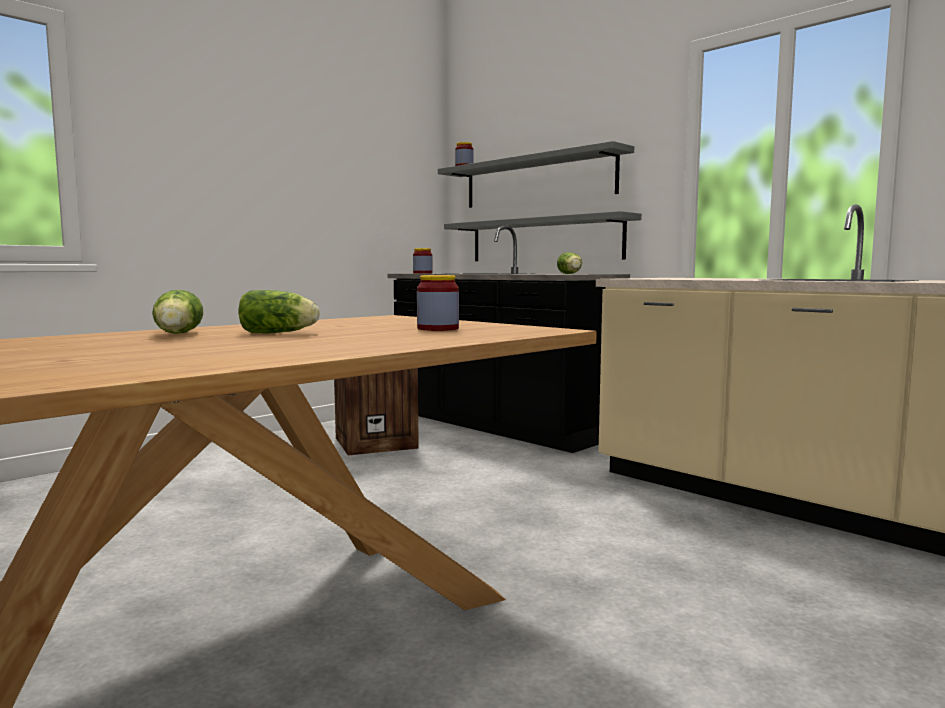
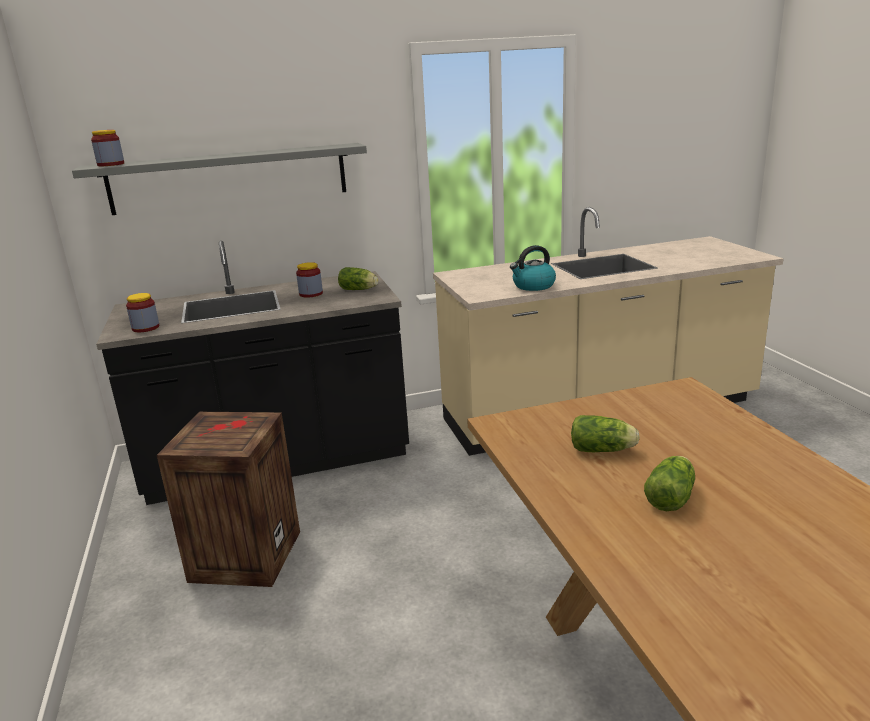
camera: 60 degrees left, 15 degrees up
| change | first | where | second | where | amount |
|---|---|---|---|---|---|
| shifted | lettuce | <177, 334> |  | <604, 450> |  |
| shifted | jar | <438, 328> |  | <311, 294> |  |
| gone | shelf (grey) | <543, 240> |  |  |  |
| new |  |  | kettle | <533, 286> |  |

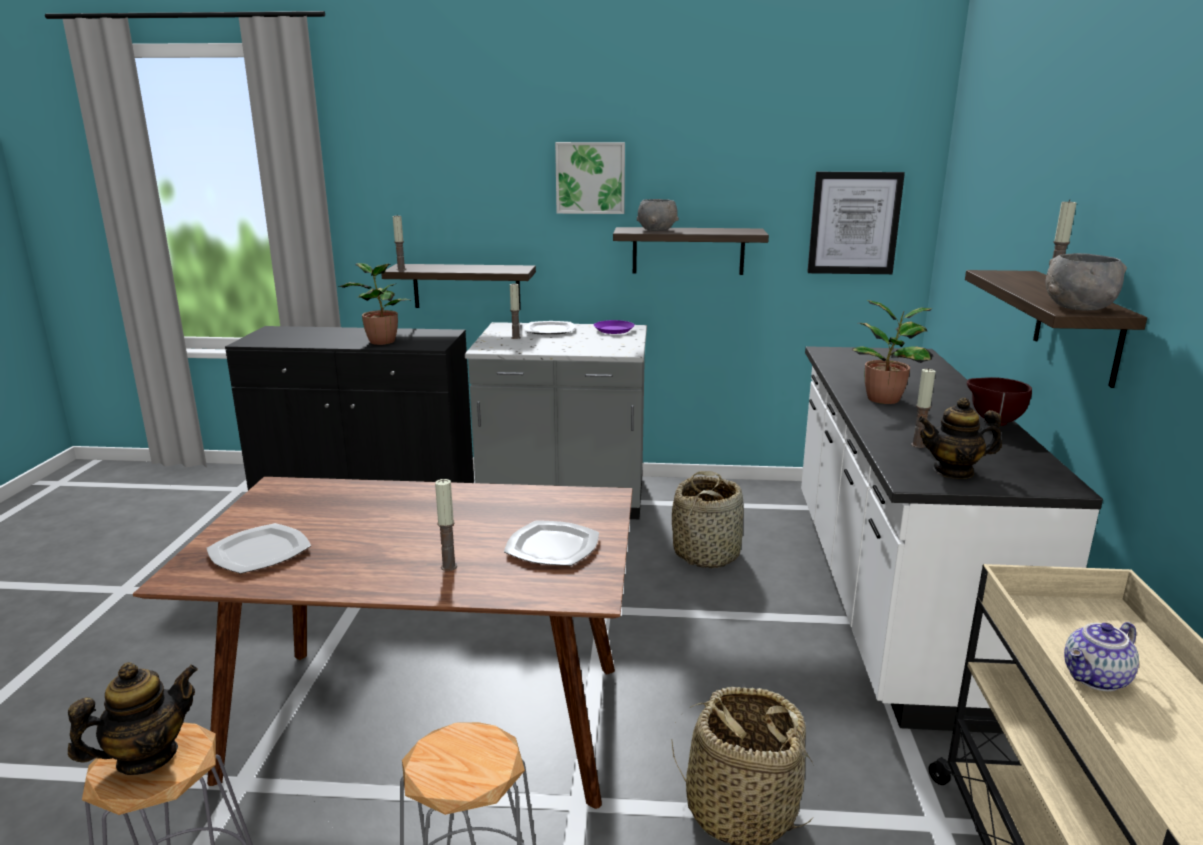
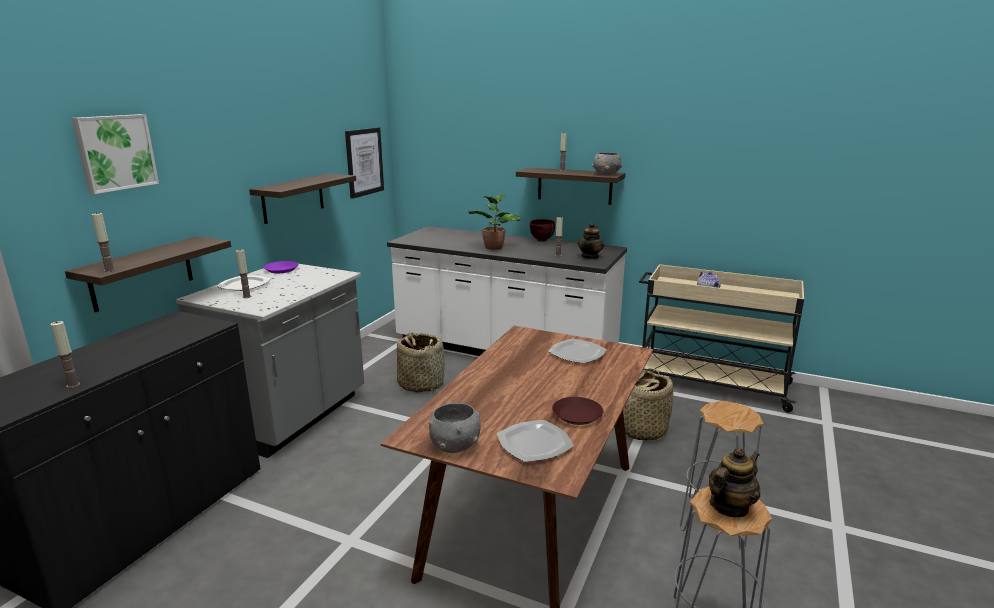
camera: 70 degrees left, 0 degrees up
| change | first | where | second | where | amount |
|---|---|---|---|---|---|
| rotated | teapot | <147, 757> |  | <729, 507> | 75 degrees clockwise |
| gone | potted plant | <380, 341> |  |  |  |
| shifted | candle | <449, 566> |  | <73, 385> |  |
| shifted | picture | <590, 178> |  | <115, 152> |  |
| shifted | bowl (grey) | <656, 230> |  | <455, 446> |  |
| new |  |  | plate (brown) | <577, 415> |  |

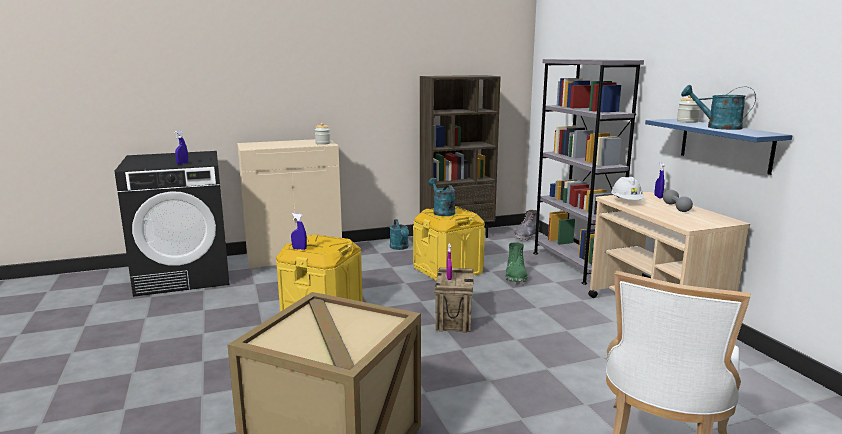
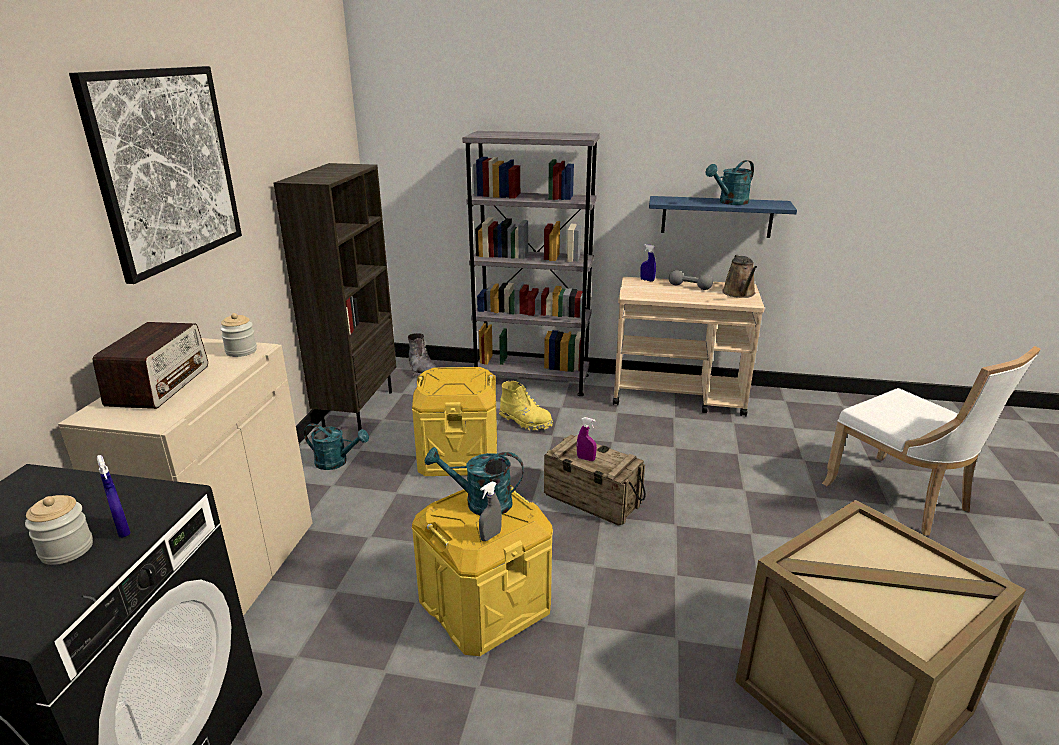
camera: 60 degrees left, 10 degrees up
| change | first | where | second | where | amount |
|---|---|---|---|---|---|
| repainted | spray bottle (blue) | <299, 249> | spray bottle (grey) | <490, 536> |  |
| shifted | watering can (turquoise) | <442, 212> |  | <480, 503> |  |
| repainted | boot (green) | <515, 276> | boot (yellow) | <525, 421> |  |
| gone | hard hat (white) | <626, 202> |  |  |  |
| shifted | jar | <687, 121> |  | <67, 549> |  |
| new |  |  | picture | <166, 168> |  |
| new |  |  | radio | <160, 385> |  |
| new |  |  | watering can (brown) | <739, 293> |  |

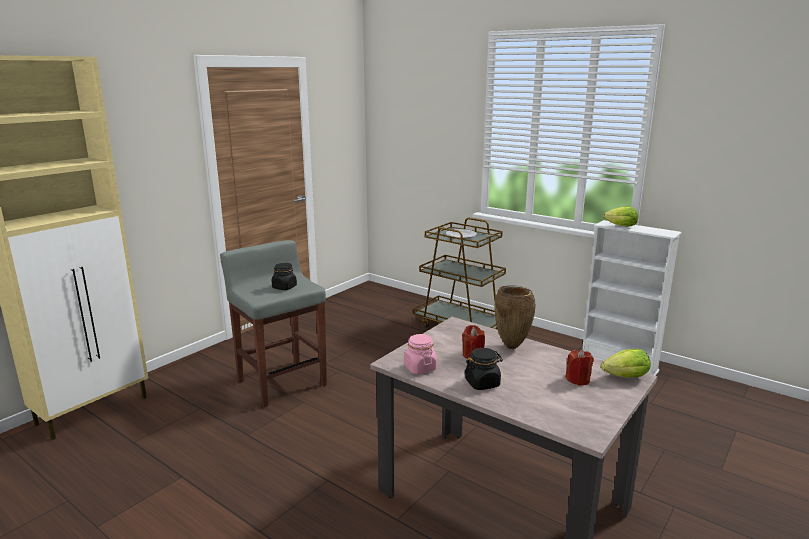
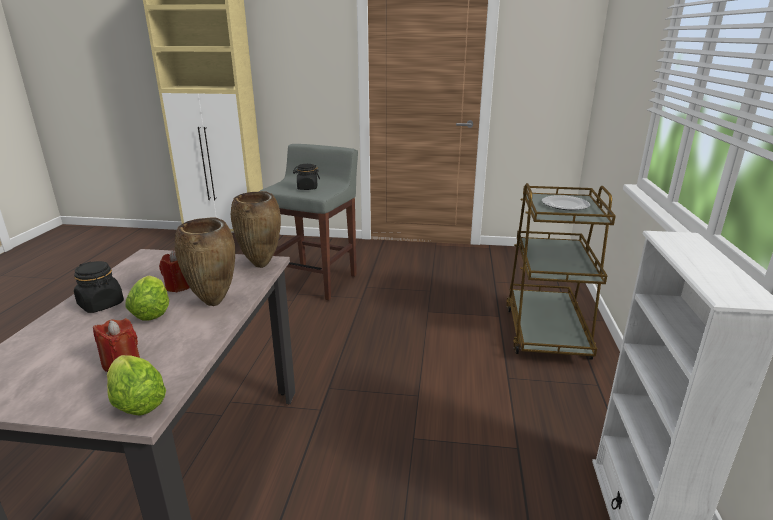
camera: 60 degrees right, 5 degrees up
| change | first | where | second | where | amount |
|---|---|---|---|---|---|
| gone | jar (pink) | <420, 368> |  |  |  |
| shifted | lettuce | <619, 226> |  | <152, 311> |  |
| new |  |  | vase (brown) | <262, 265> |  |

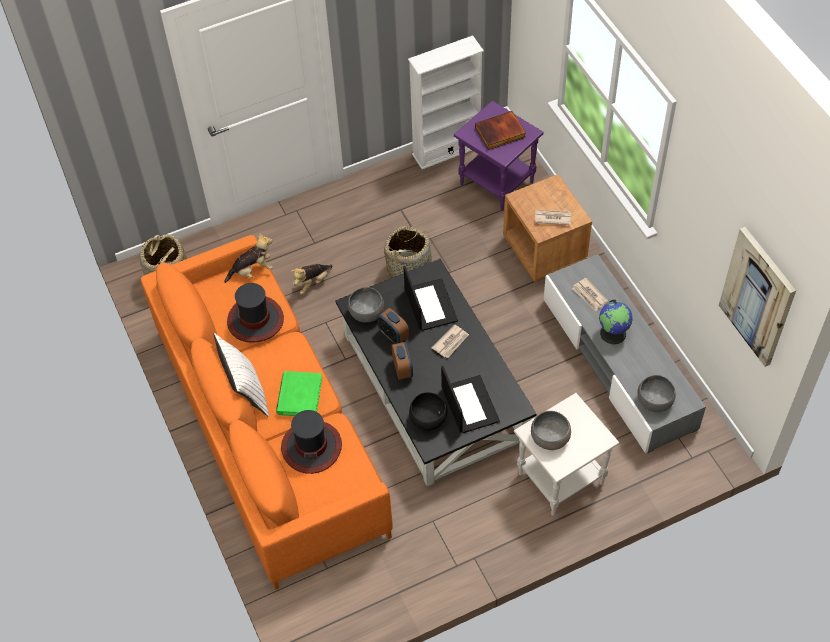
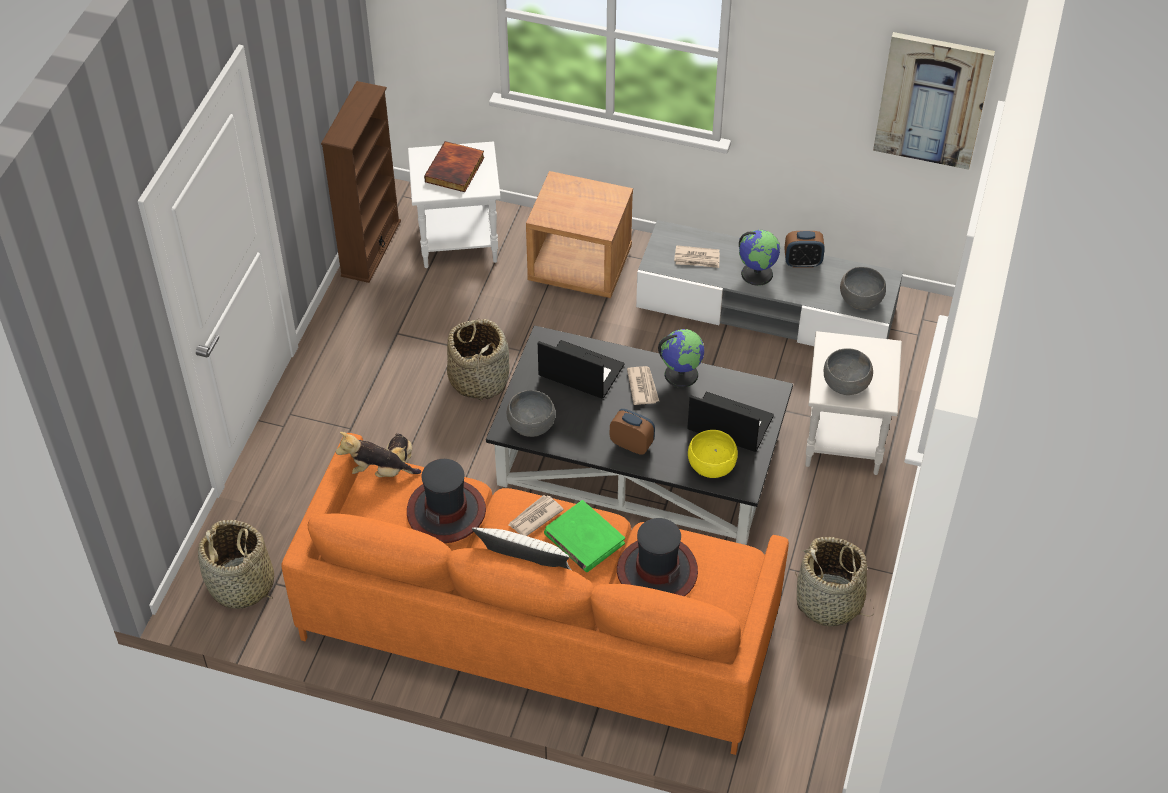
camera: 50 degrees left, 5 degrees down
| change | first | where | second | where | amount |
|---|---|---|---|---|---|
| rotated | plush toy | <252, 271> |  | <378, 472> | 105 degrees counterclockwise |
| shifted | alarm clock | <393, 335> |  | <802, 262> |  |
| repainted | bookcase (white) | <446, 150> | bookcase (brown) | <370, 248> |  |
| repainted | bowl (black) | <428, 419> | bowl (yellow) | <711, 465> |  |
| repainted | side table (purple) | <498, 183> | side table (white) | <459, 241> |  |
| shifted | newspaper | <552, 218> |  | <534, 517> |  |
| new |  |  | globe | <681, 374> |  |
| new |  |  | basket | <829, 602> |  |

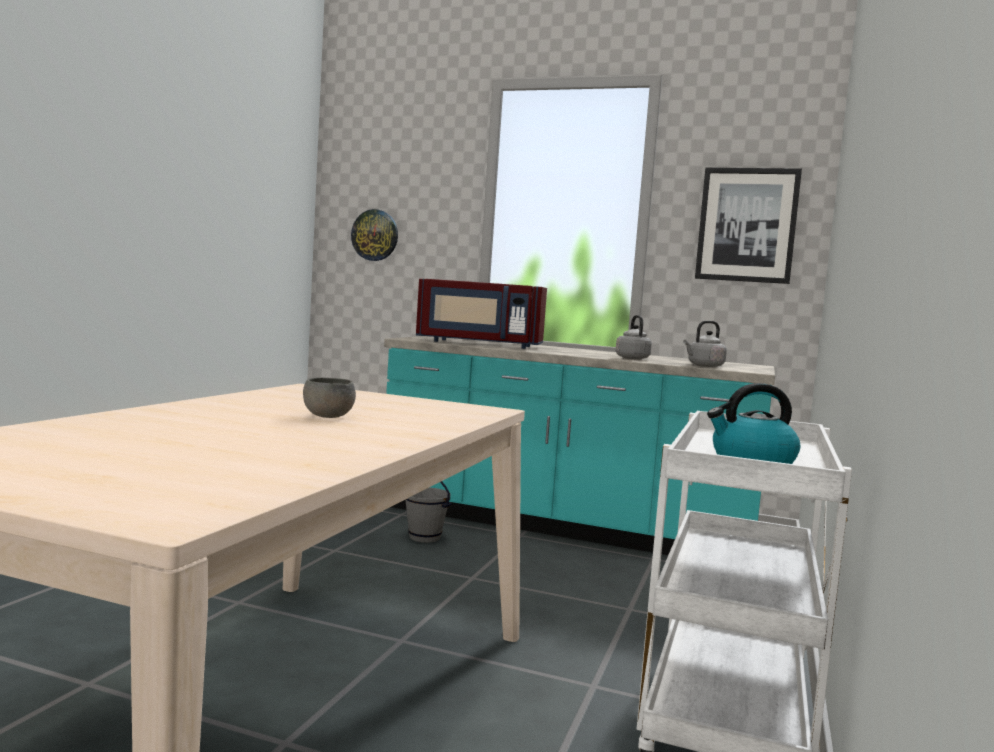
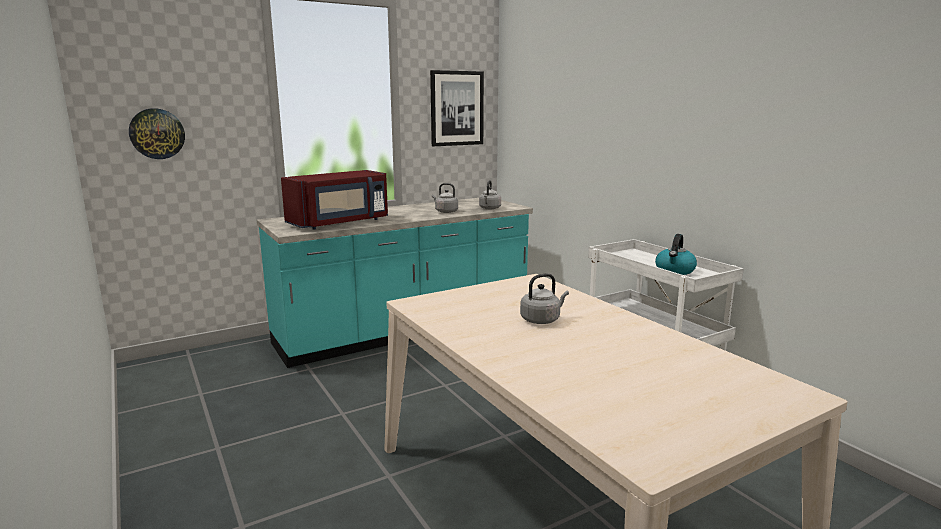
camera: 50 degrees left, 10 degrees up
| change | first | where | second | where | amount |
|---|---|---|---|---|---|
| swapped | bowl (grey) | <328, 416> | kettle (grey) | <542, 320> |  |
| gone | bucket (grey) | <425, 537> |  |  |  |

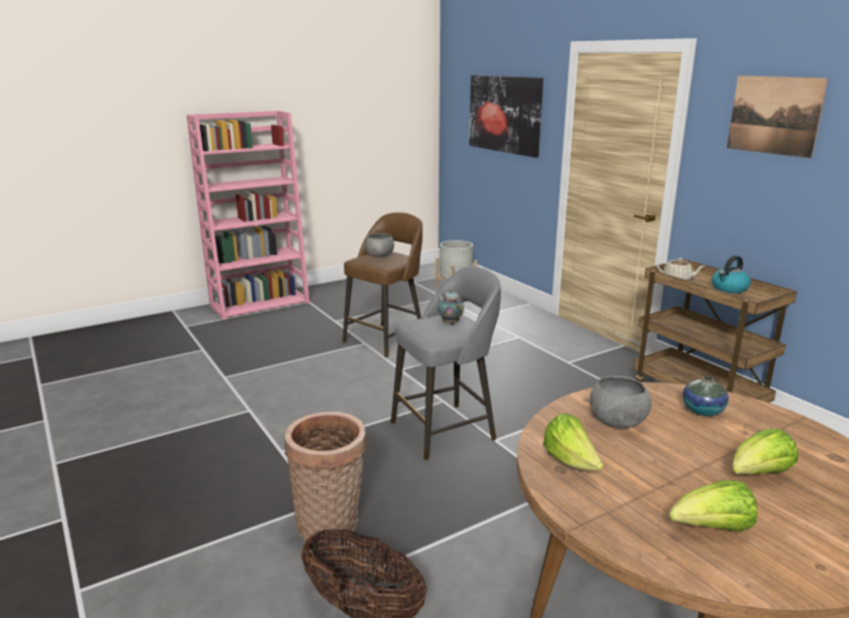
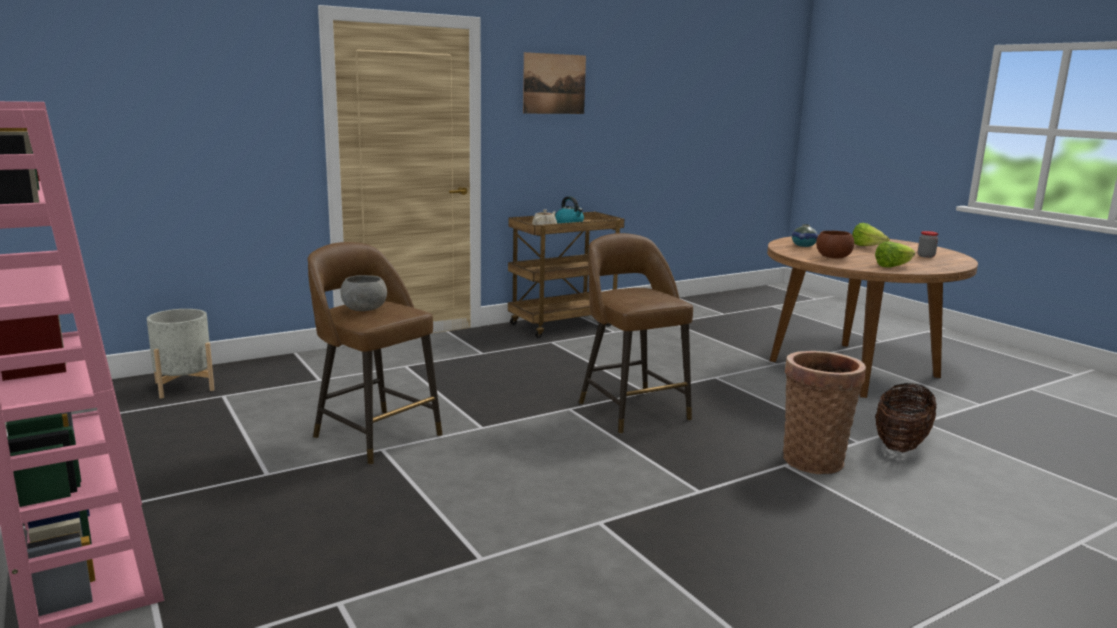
camera: 90 degrees left, 5 degrees down
| change | first | where | second | where | amount |
|---|---|---|---|---|---|
| repainted | stool (grey) | <445, 430> | stool (brown) | <632, 410> |  |
| gone | teapot | <450, 323> |  |  |  |
| gone | picture | <505, 114> |  |  |  |
| repainted | bowl (grey) | <617, 422> | bowl (brown) | <833, 257> |  |
| swapped | lettuce | <712, 529> | jar | <926, 256> |  |

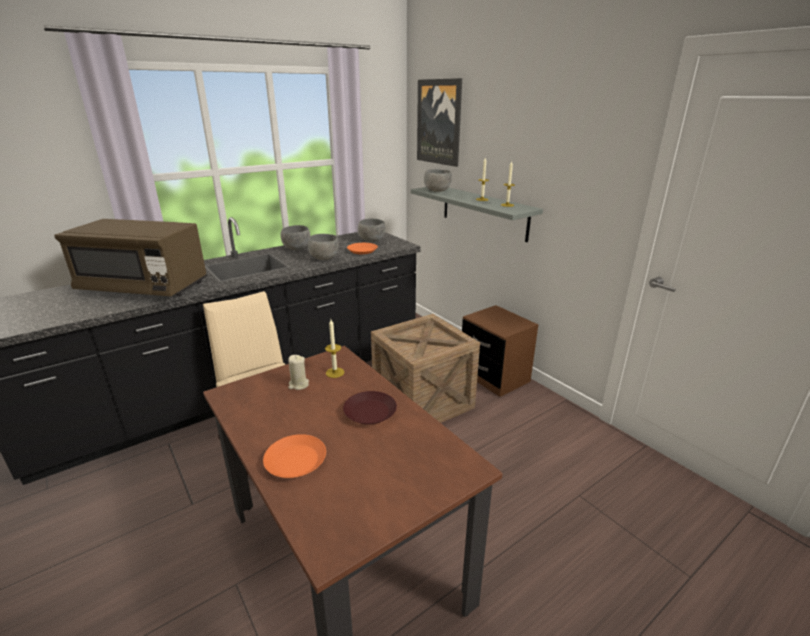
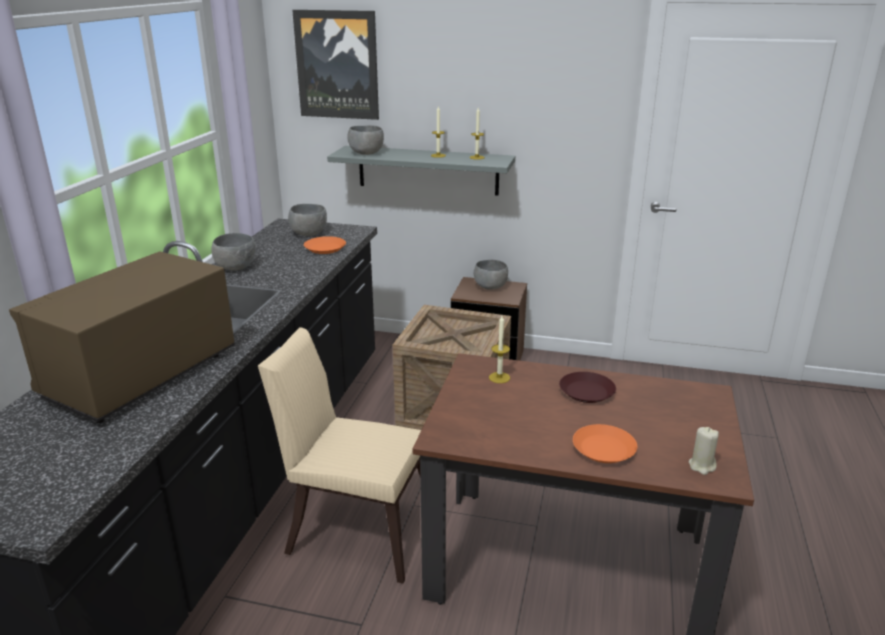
camera: 40 degrees left, 0 degrees up
| change | first | where | second | where | amount |
|---|---|---|---|---|---|
| rotated | microwave (brown) | <144, 287> |  | <141, 375> | 150 degrees clockwise |
| shifted | candle (beige) | <298, 385> |  | <702, 466> |  |
| shifted | bowl (grey) | <325, 258> |  | <490, 287> |  |

